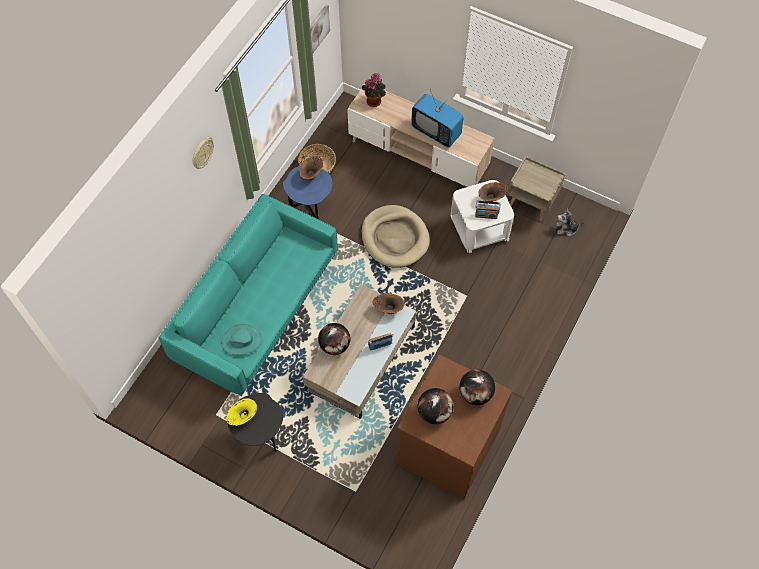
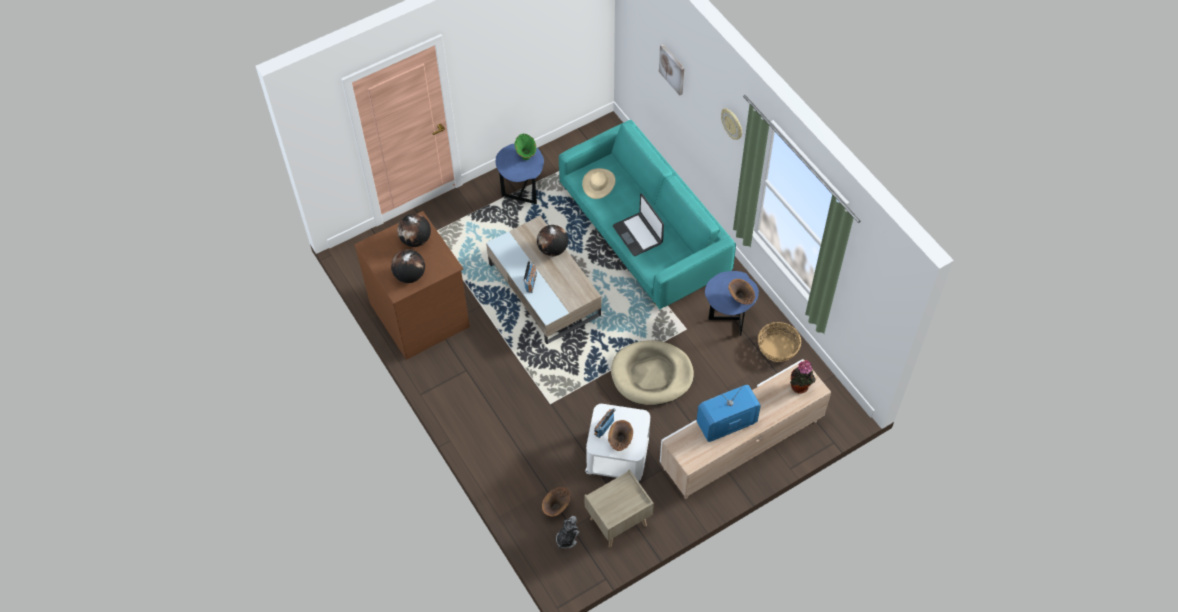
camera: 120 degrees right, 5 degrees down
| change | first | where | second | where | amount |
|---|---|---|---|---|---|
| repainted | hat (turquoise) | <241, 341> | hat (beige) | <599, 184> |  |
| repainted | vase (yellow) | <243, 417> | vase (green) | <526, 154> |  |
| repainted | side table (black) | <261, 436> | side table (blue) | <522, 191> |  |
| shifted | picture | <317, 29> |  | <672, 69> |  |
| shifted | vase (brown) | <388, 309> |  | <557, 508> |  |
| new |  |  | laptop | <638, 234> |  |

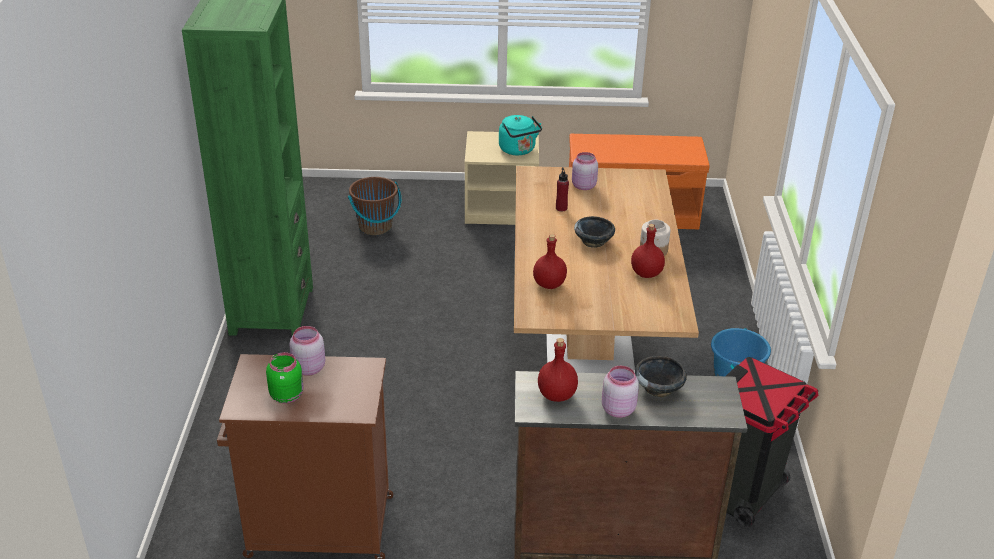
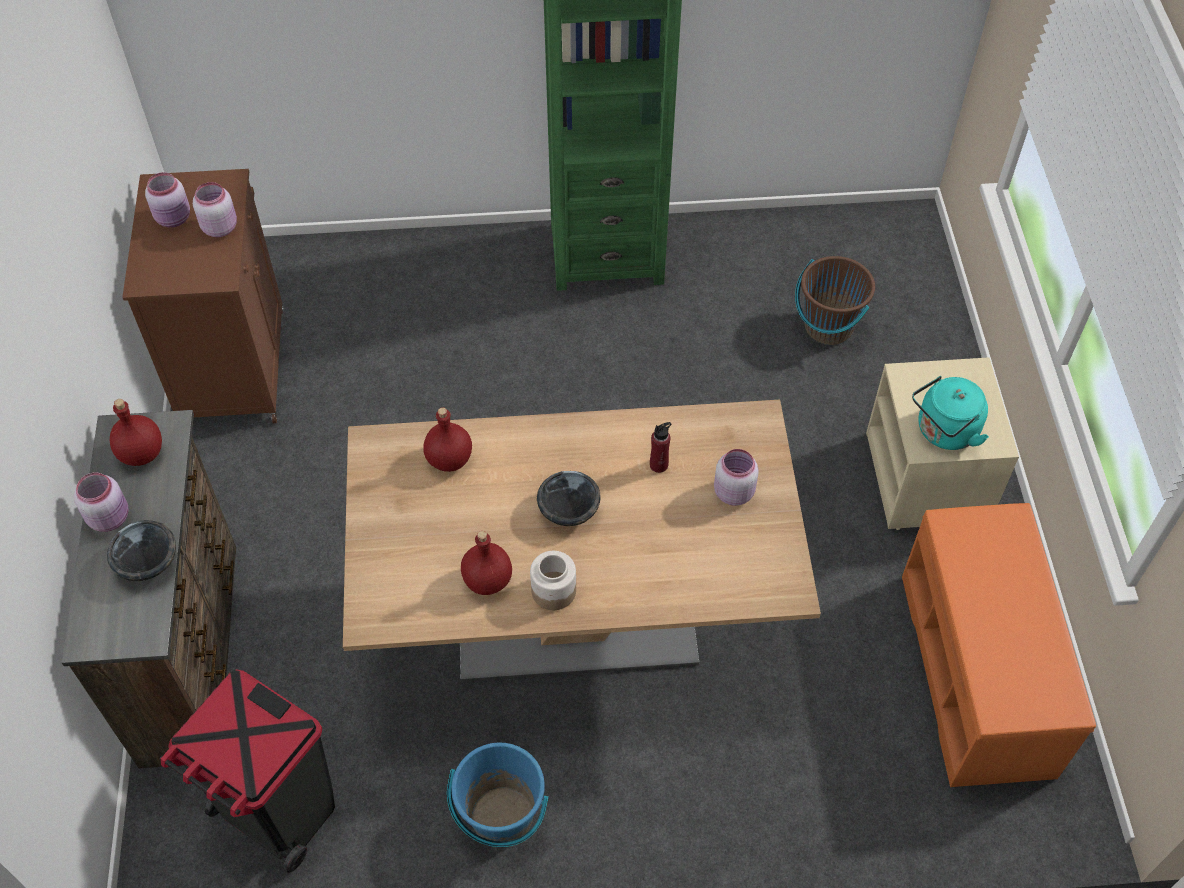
camera: 85 degrees right, 20 degrees up
| change | first | where | second | where | amount |
|---|---|---|---|---|---|
| repainted | jar (green) | <287, 395> | jar (pink) | <174, 218> |  |

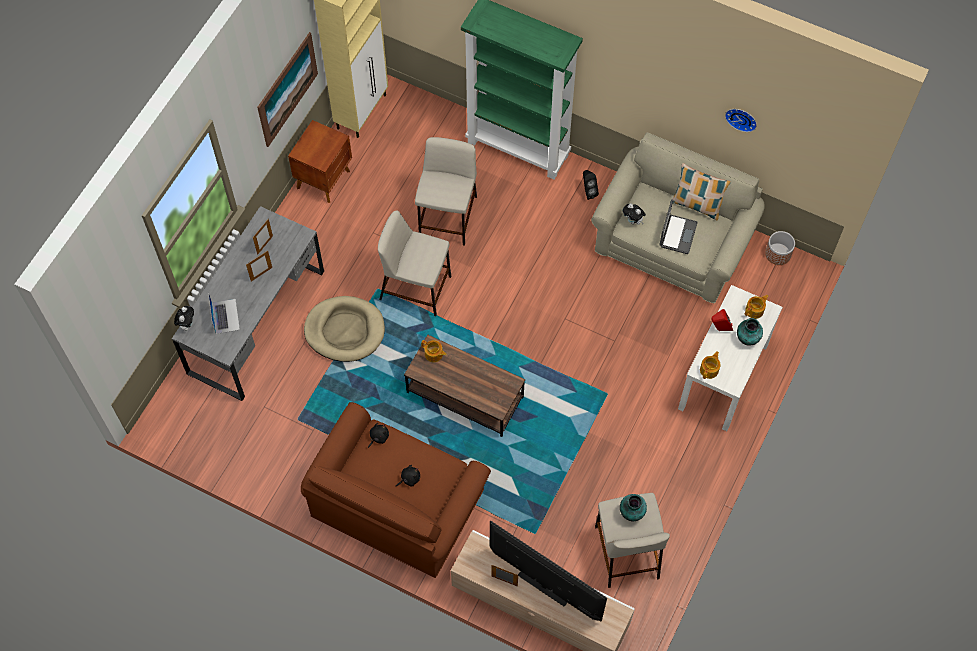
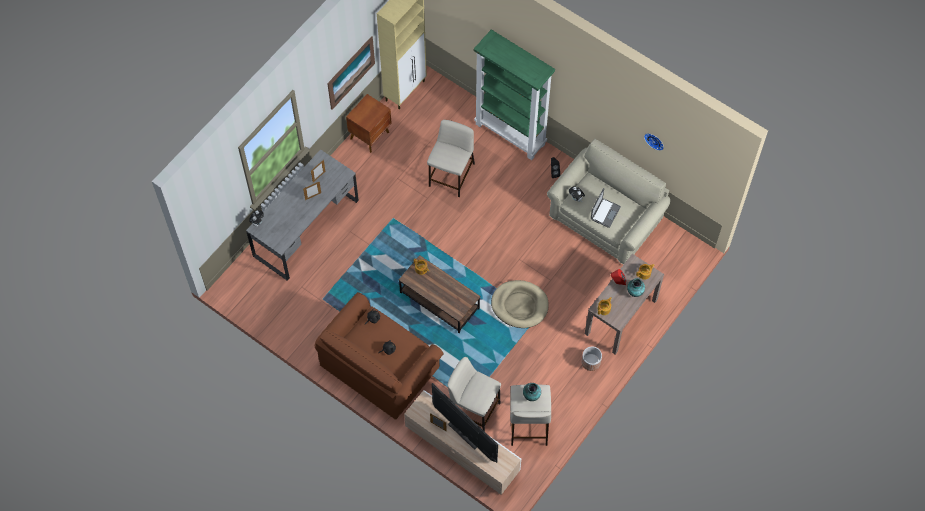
camera: 10 degrees right, 0 degrees up
| change | first | where | second | where | amount |
|---|---|---|---|---|---|
| gone | laptop | <225, 316> |  |  |  |
| shifted | dog bed (beige) | <345, 330> |  | <519, 305> |  |
| shifted | stool (beige) | <416, 288> |  | <473, 408> |  |
| gone | pillow | <696, 205> |  |  |  |
| repainted | console table (white) | <723, 377> | console table (brown) | <621, 317> |  |
| shifted | planter | <778, 254> |  | <591, 362> |  |

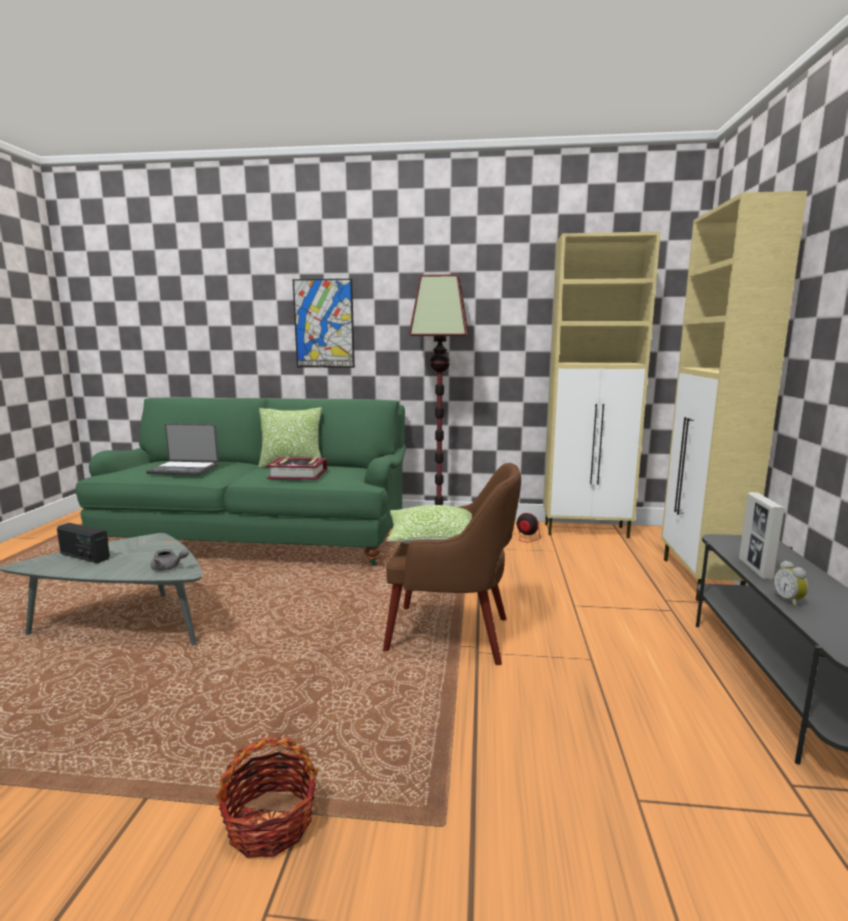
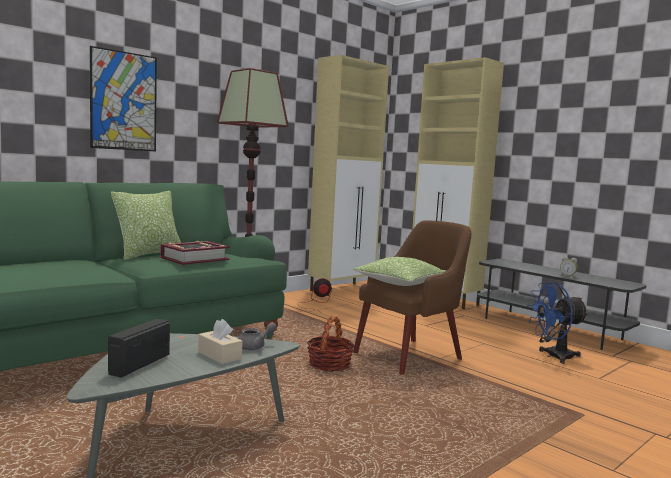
camera: 50 degrees left, 5 degrees down
| change | first | where | second | where | amount |
|---|---|---|---|---|---|
| rotated | radio | <84, 556> |  | <139, 364> | 135 degrees clockwise |
| gone | laptop | <184, 469> |  |  |  |
| shifted | basket | <270, 823> |  | <329, 365> |  |
| gone | picture frame | <755, 569> |  |  |  |
| new |  |  | tissue box (beige) | <219, 355> |  |
| new |  |  | fan (blue) | <553, 356> |  |

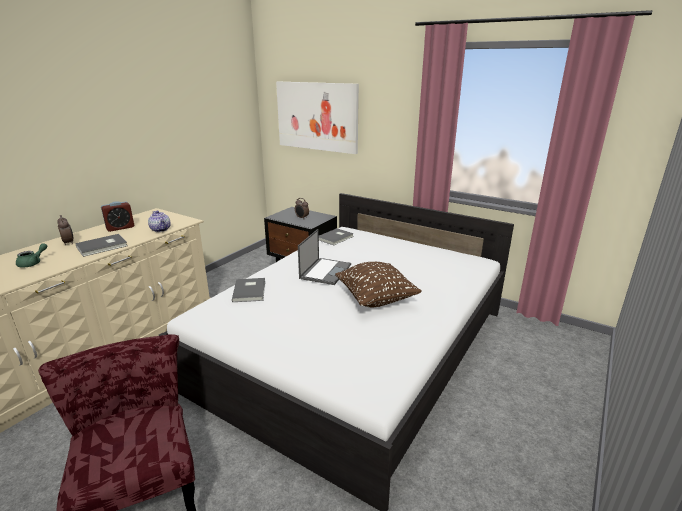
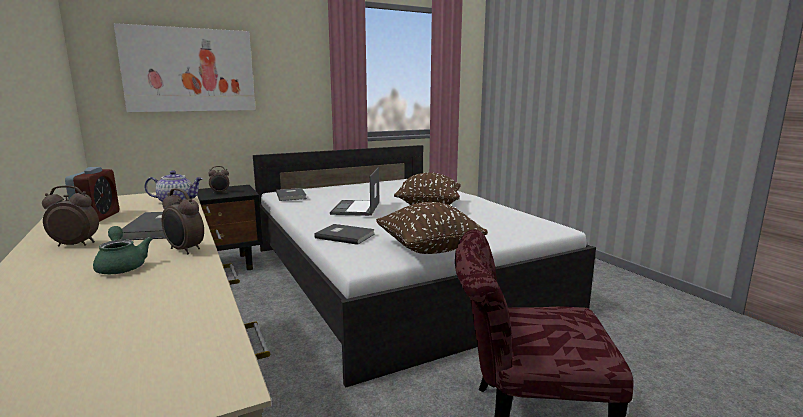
camera: 60 degrees left, 10 degrees down
| change | first | where | second | where | amount |
|---|---|---|---|---|---|
| rotated | laptop | <325, 271> |  | <356, 208> | 135 degrees counterclockwise |
| new |  |  | alarm clock | <184, 250> |  |
| new |  |  | pillow (brown) | <429, 248> |  |

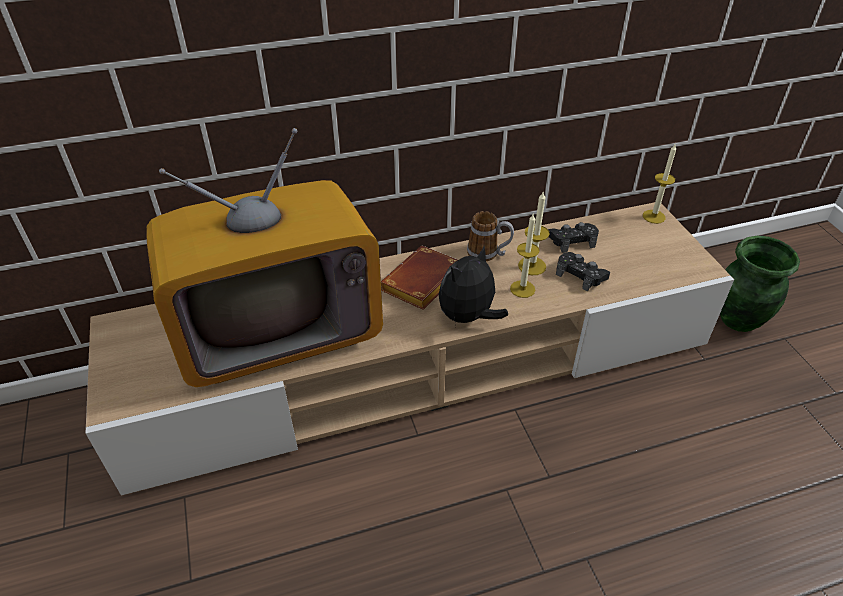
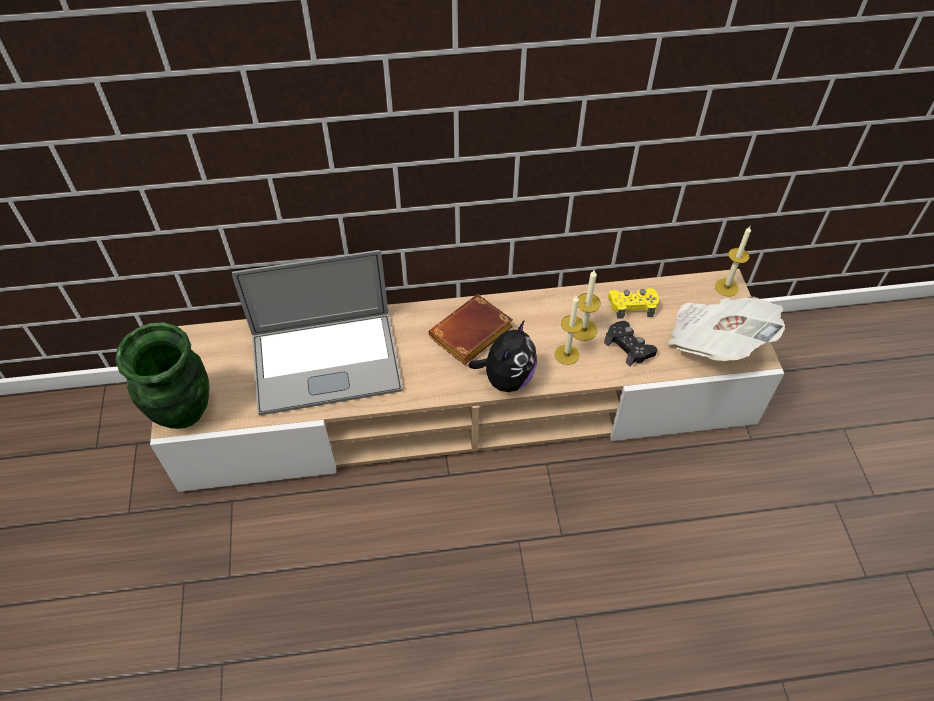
camera: 10 degrees right, 10 degrees up
| change | first | where | second | where | amount |
|---|---|---|---|---|---|
| swapped | television | <276, 326> | laptop | <326, 362> |  |
| rotated | plush toy | <468, 317> |  | <506, 378> | 150 degrees clockwise |
| gone | mug | <488, 254> |  |  |  |
| repainted | game controller (black) | <572, 241> | game controller (yellow) | <632, 305> |  |
| shifted | vase (green) | <738, 320> |  | <182, 412> |  |
| new |  |  | newspaper | <716, 342> |  |

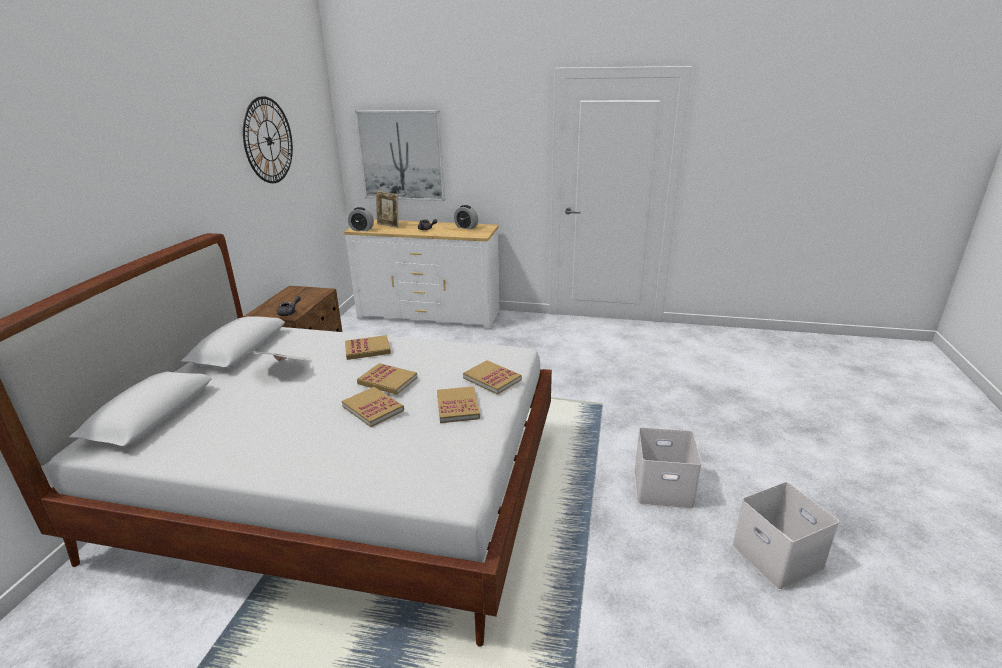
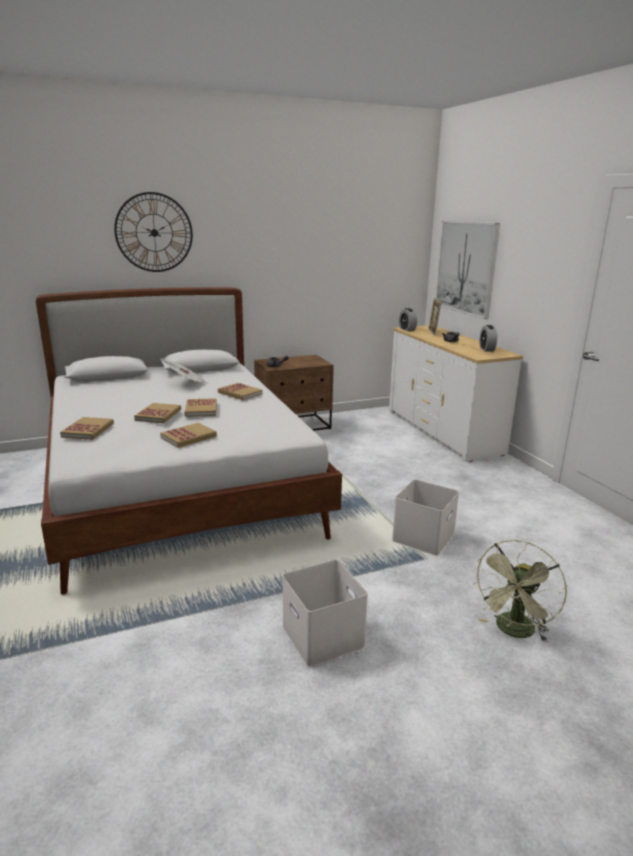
camera: 55 degrees right, 5 degrees down
| change | first | where | second | where | amount |
|---|---|---|---|---|---|
| shifted | wall clock | <268, 140> |  | <154, 232> |  |
| shifted | book | <492, 379> |  | <88, 430> |  |
| shifted | storage box (white) | <774, 556> |  | <422, 536> |  |
| new |  |  | fan (green) | <514, 632> |  |

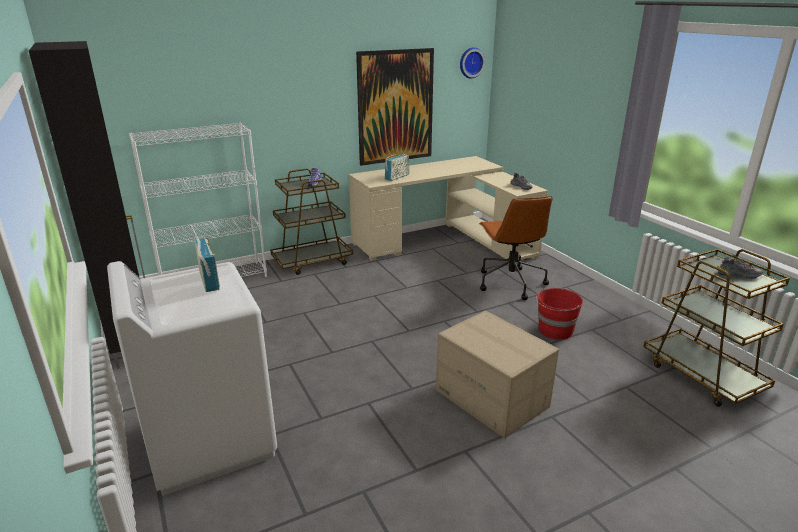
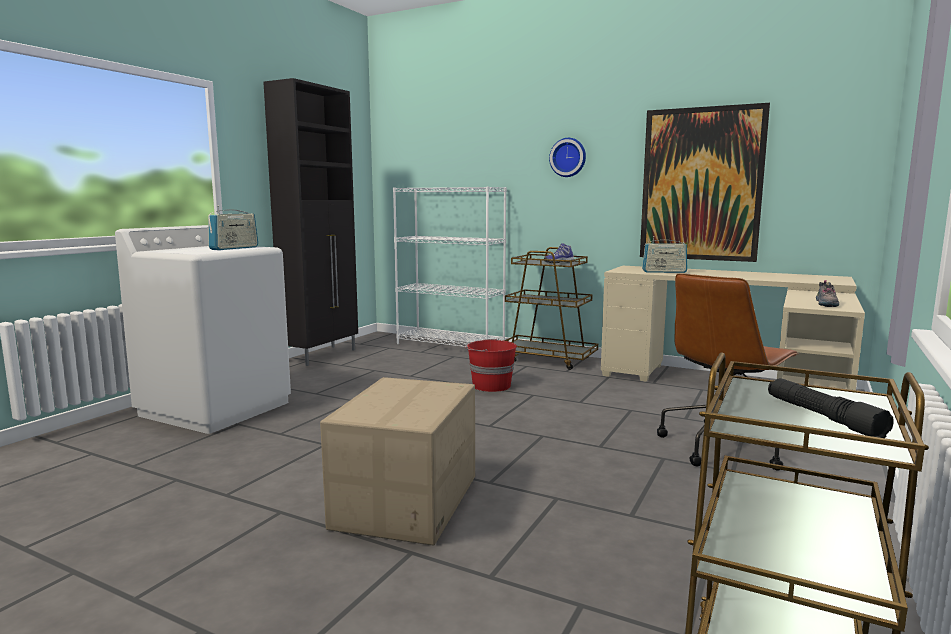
camera: 55 degrees right, 15 degrees down
| change | first | where | second | where | amount |
|---|---|---|---|---|---|
| shifted | wall clock | <470, 62> |  | <568, 157> |  |
| shifted | bucket (red) | <555, 330> |  | <490, 386> |  |
| swapped | shoe | <738, 275> | flashlight (black) | <822, 417> |  |

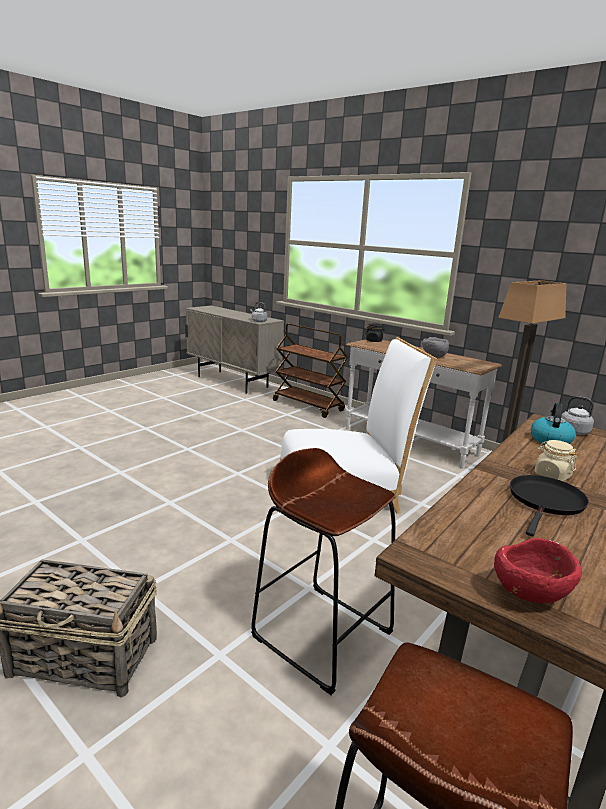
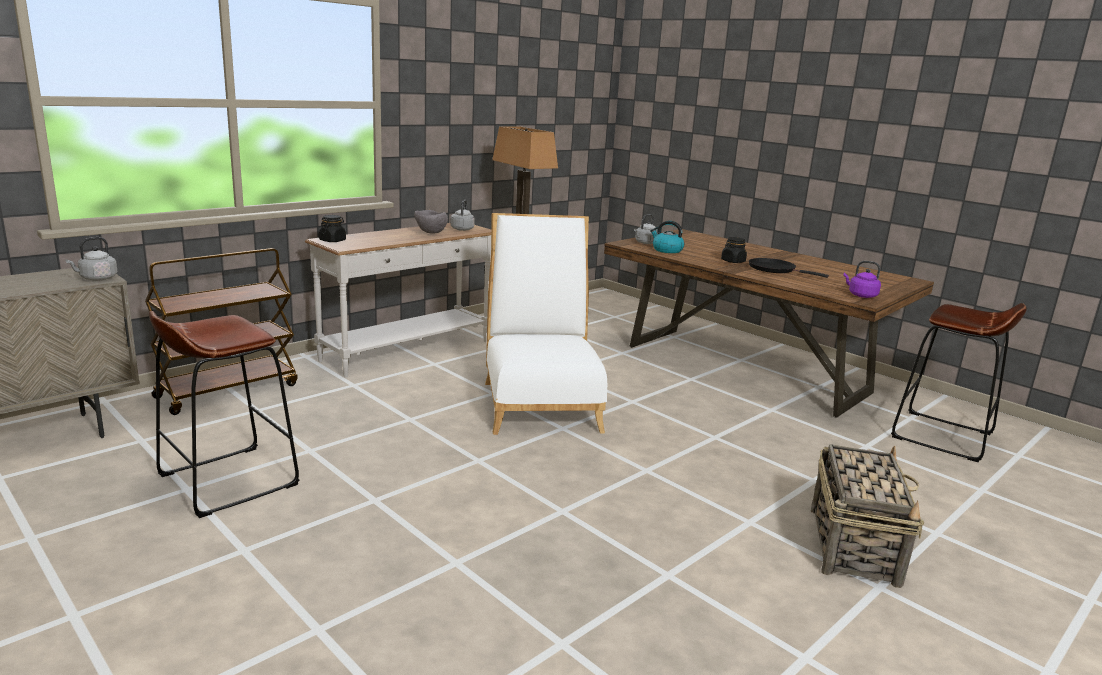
camera: 85 degrees left, 0 degrees up
| change | first | where | second | where | amount |
|---|---|---|---|---|---|
| shifted | stool (brown) | <322, 634> |  | <228, 480> |  |
| gone | bowl (red) | <529, 596> |  |  |  |
| repainted | jar (beige) | <552, 475> | jar (black) | <733, 261> |  |
| new |  |  | kettle (grey) | <462, 229> |  |
| new |  |  | kettle (purple) | <861, 295> |  |

